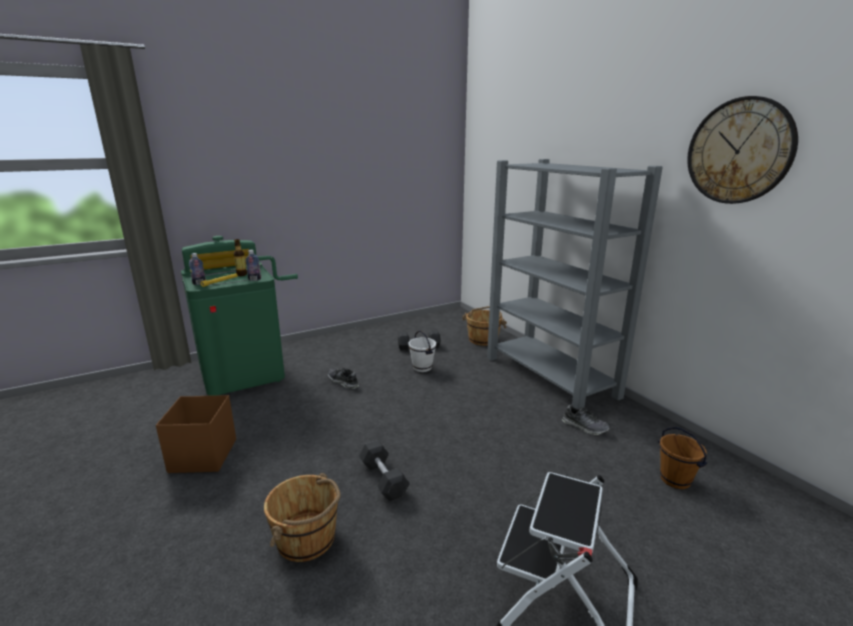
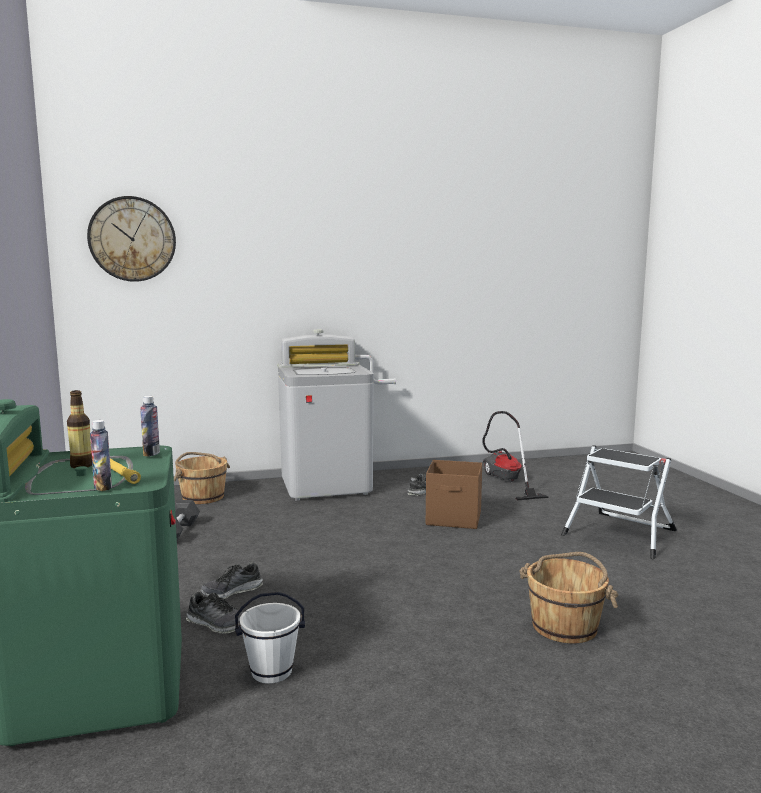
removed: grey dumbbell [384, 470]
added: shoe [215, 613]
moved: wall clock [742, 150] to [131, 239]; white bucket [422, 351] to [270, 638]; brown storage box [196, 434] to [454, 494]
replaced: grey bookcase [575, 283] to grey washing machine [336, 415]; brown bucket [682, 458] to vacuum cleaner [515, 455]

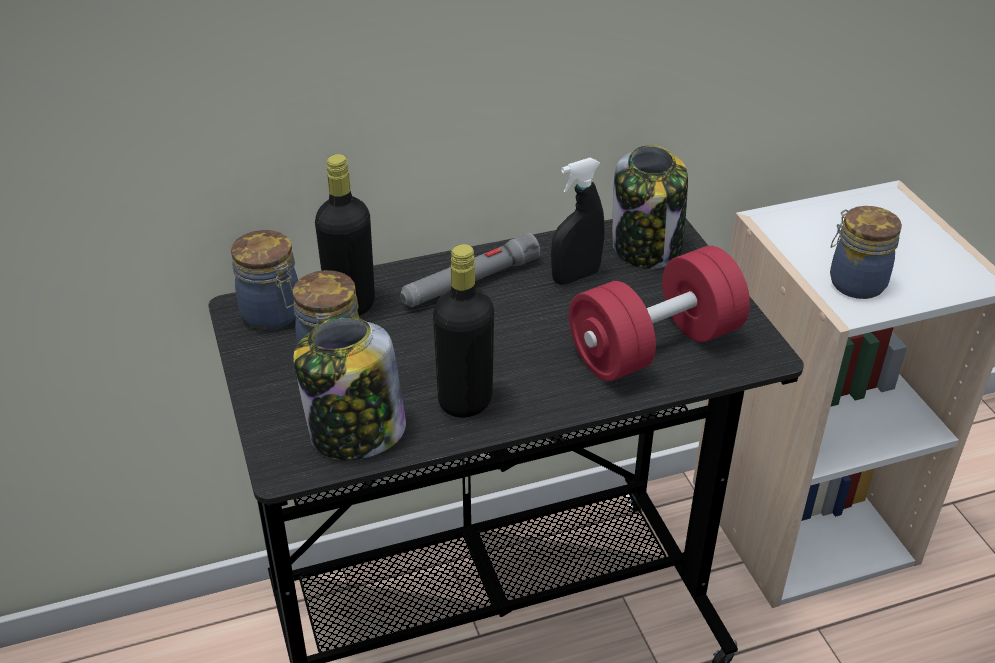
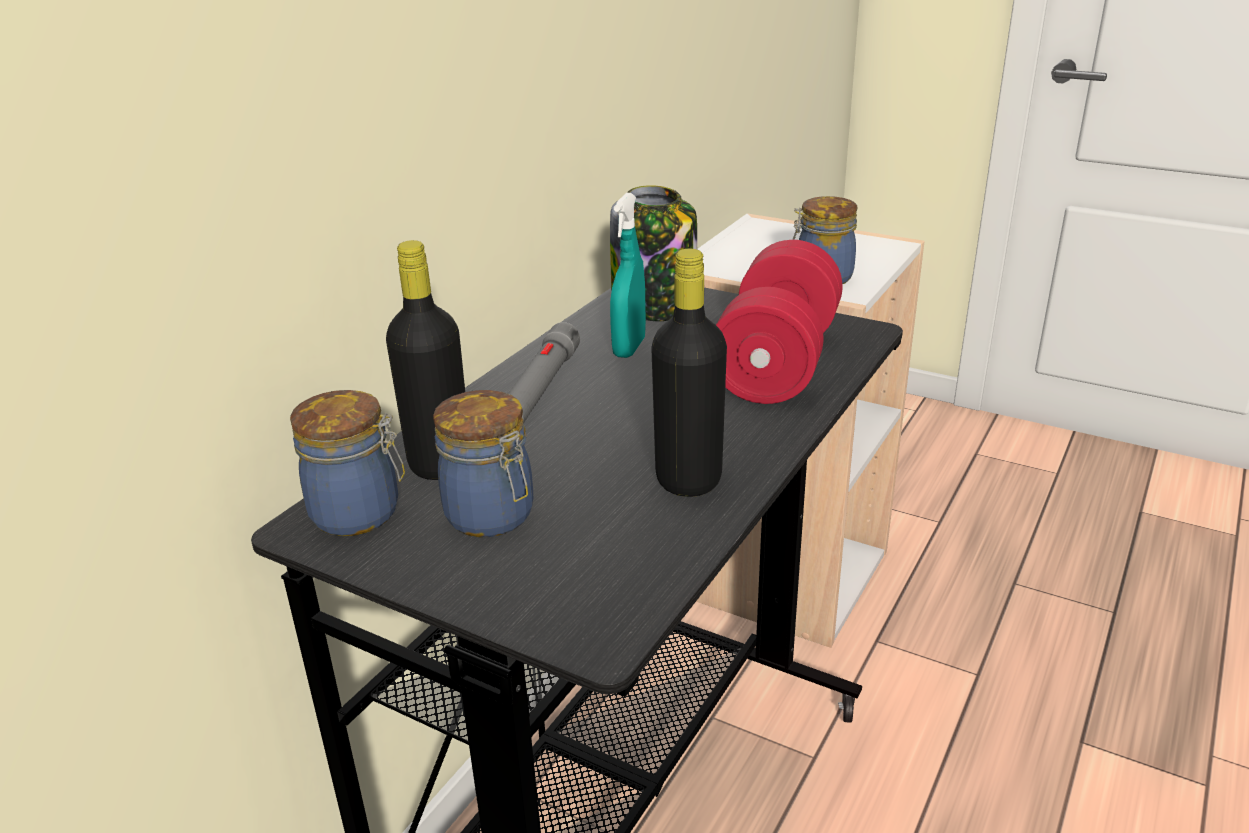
removed: jar [349, 388]
recoloured: black spray bottle [578, 221] to turquoise spray bottle [628, 275]

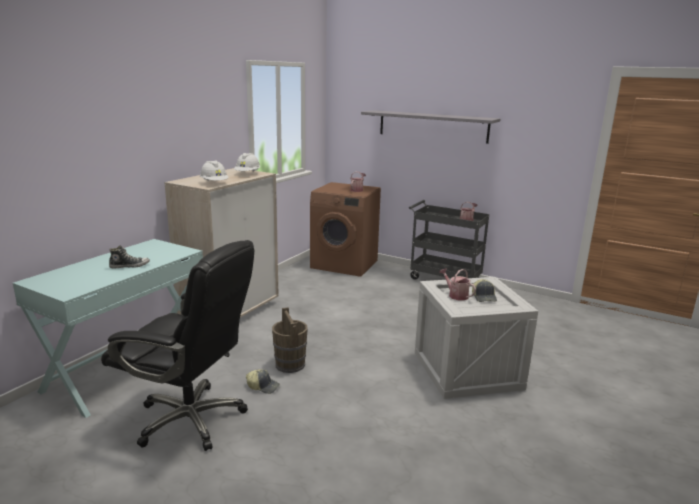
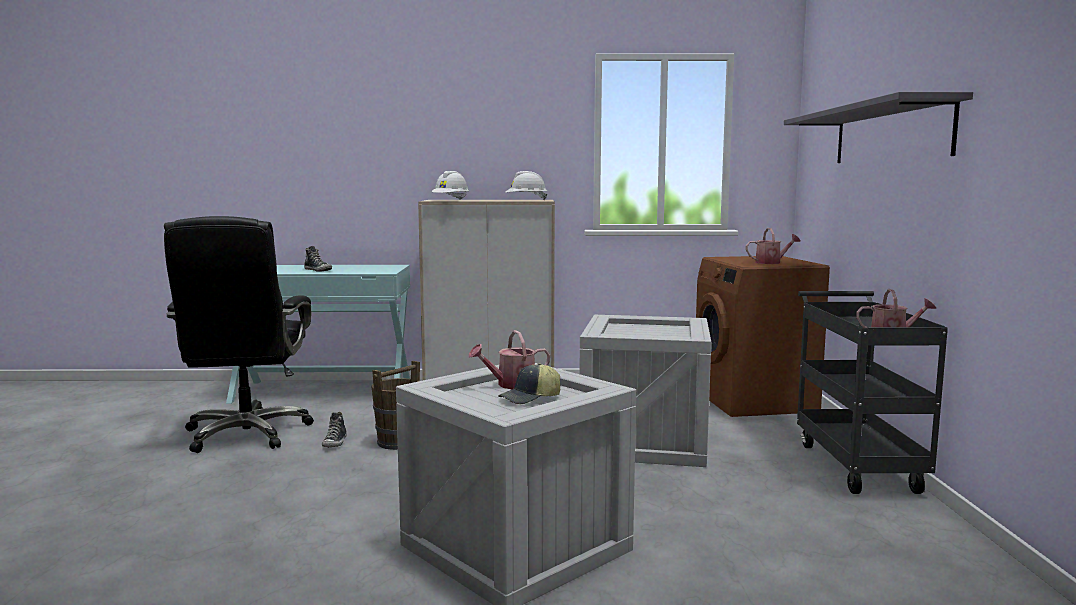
added: crate [645, 391]
replaced: cap [263, 381] to shoe [334, 430]
turned: watering can [457, 284] = [509, 359] 135 degrees counterclockwise

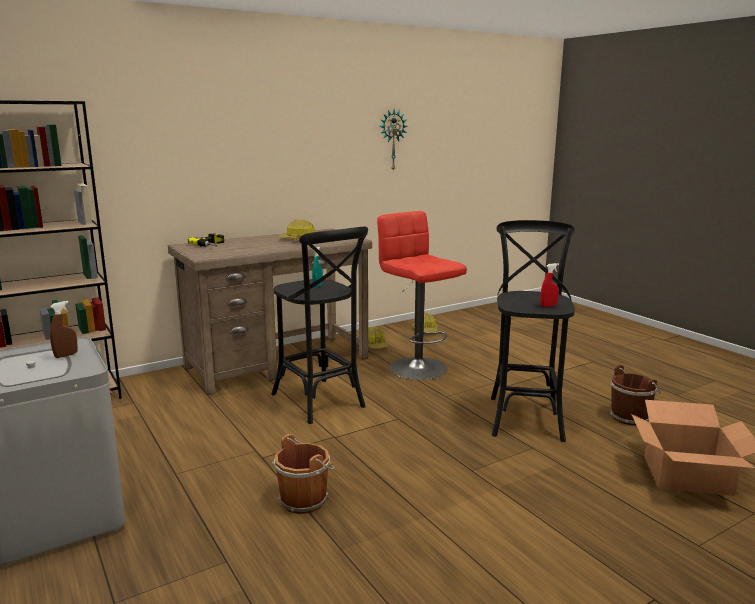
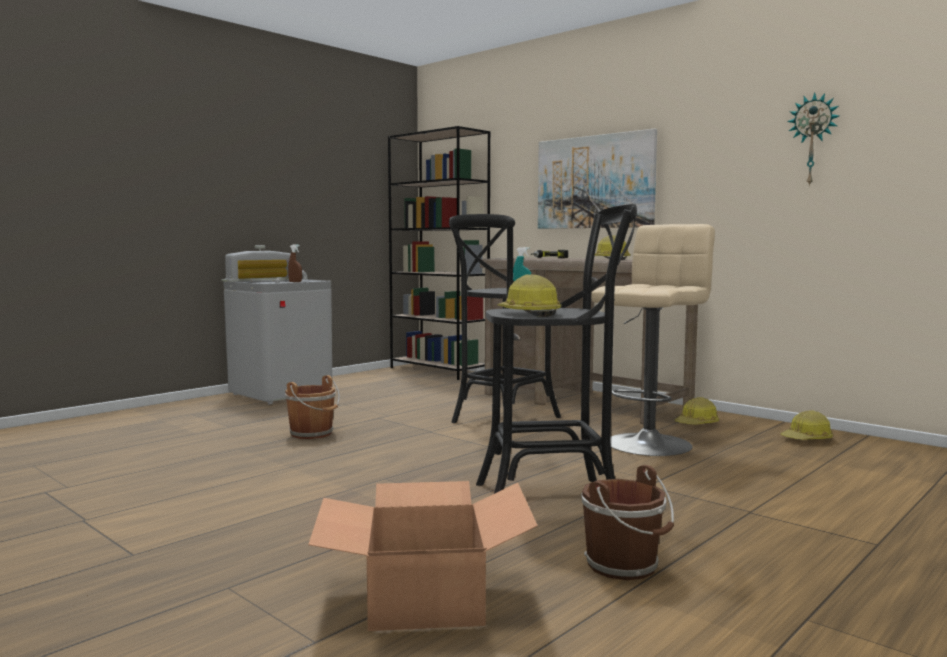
added: picture [597, 179]
replaced: red spray bottle [549, 285] to hard hat [529, 295]
recoloured: red stool [422, 295] to beige stool [653, 340]

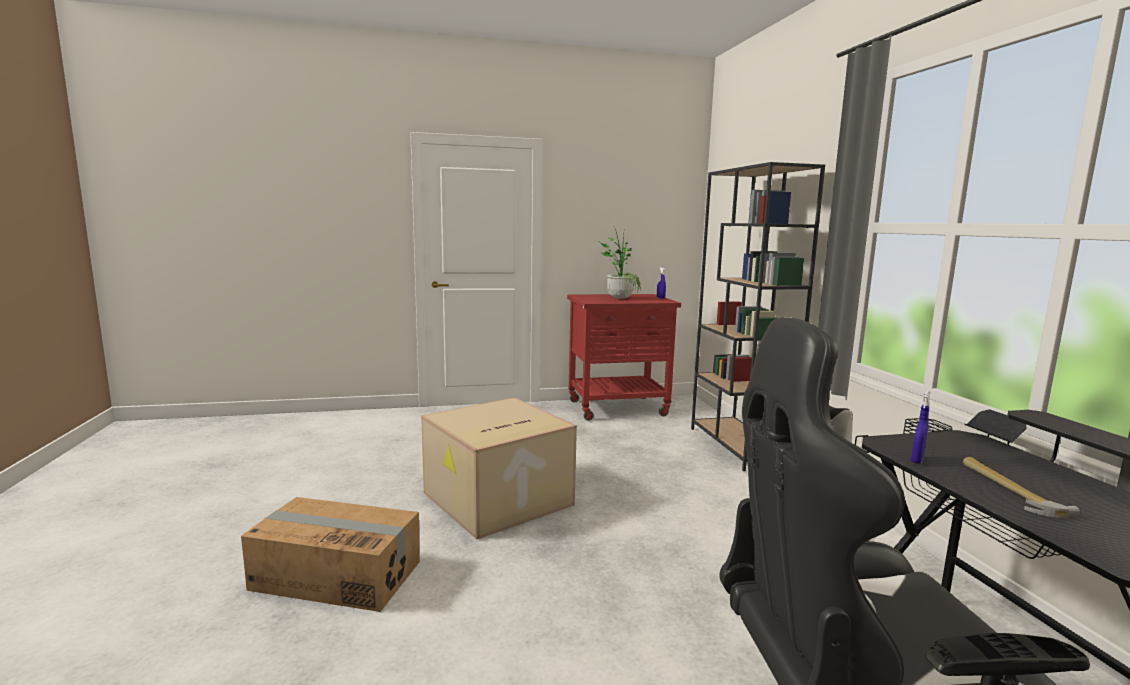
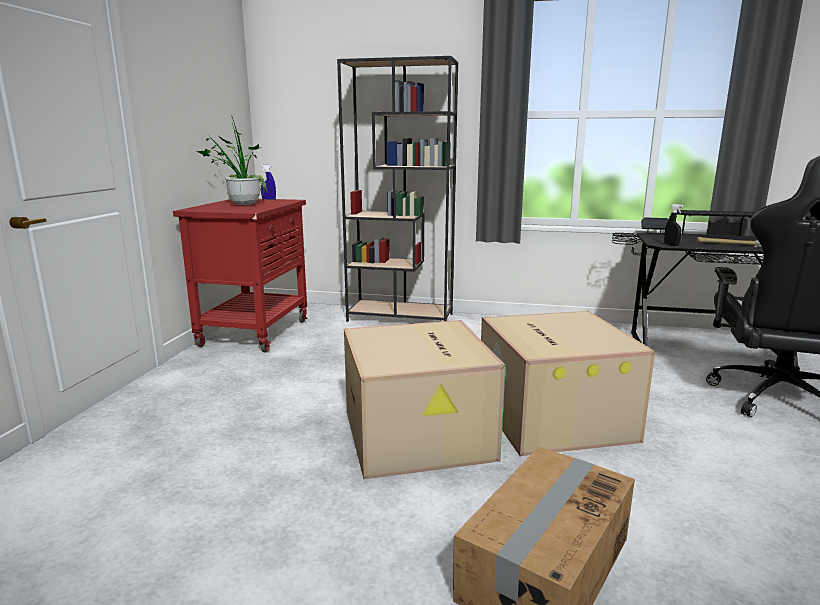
removed: blue spray bottle [920, 427]
added: black spray bottle [673, 225]; cardboard box [568, 383]

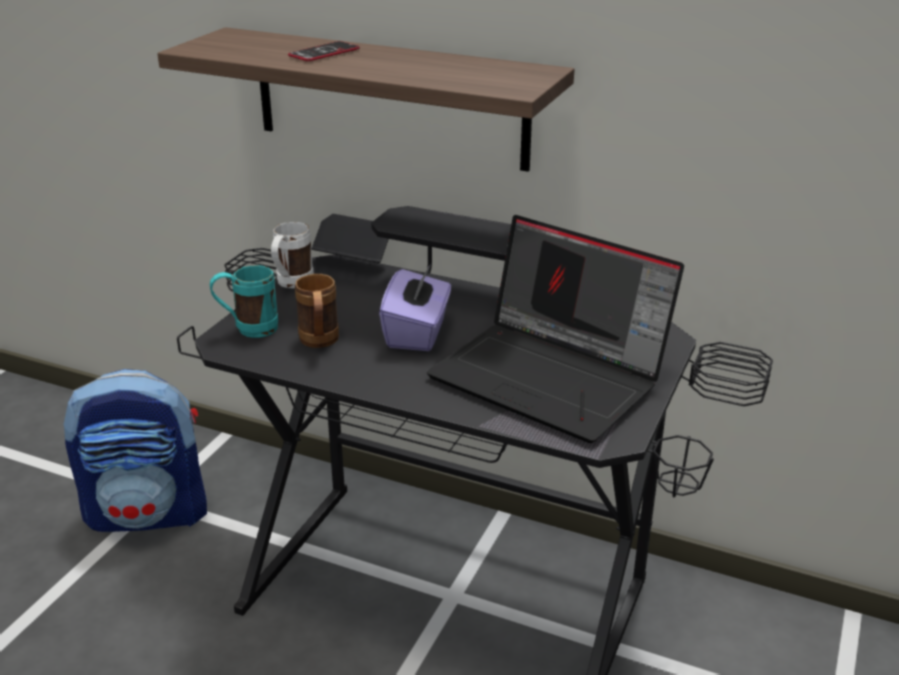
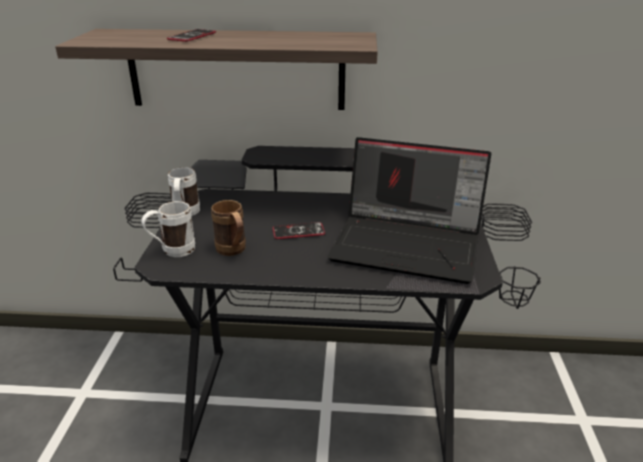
removed: backpack [135, 450]
replaced: purple tissue box [415, 307] to phone [299, 230]
recoloured: turquoise mug [244, 301] to white mug [168, 229]

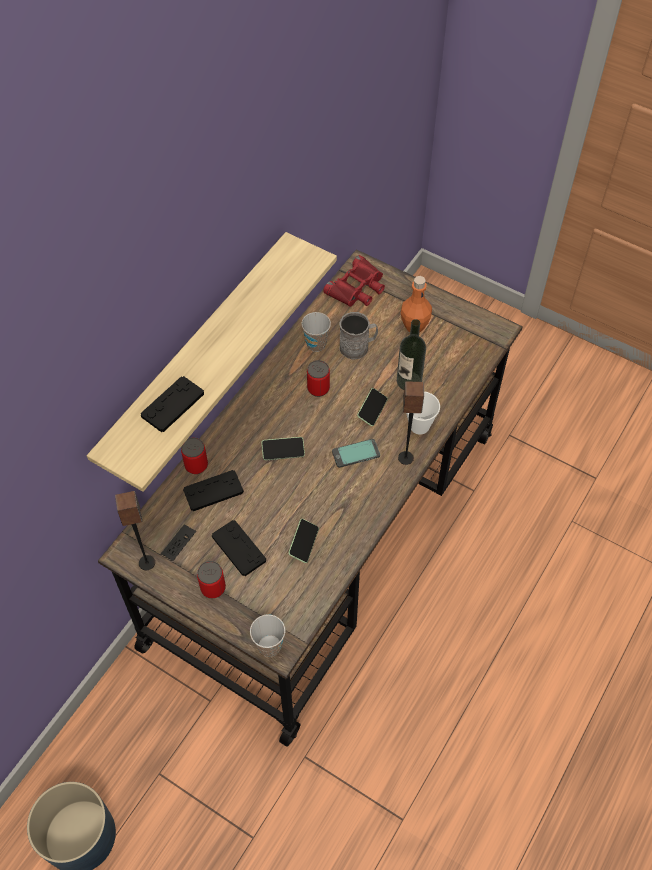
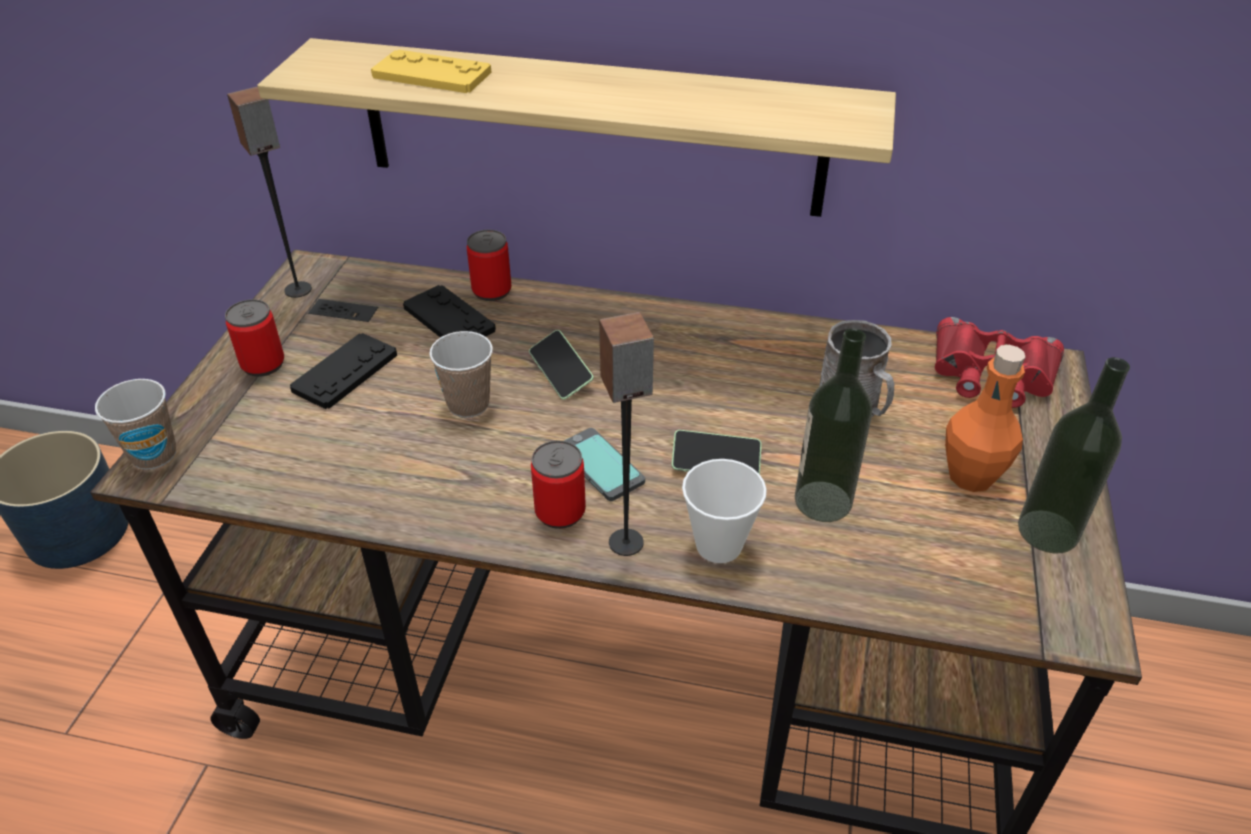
removed: phone [303, 541]
added: bottle [1074, 455]
moved: cup [316, 332] to [461, 374]; can [318, 378] to [558, 484]
recoloured: black game controller [172, 404] to yellow game controller [431, 71]

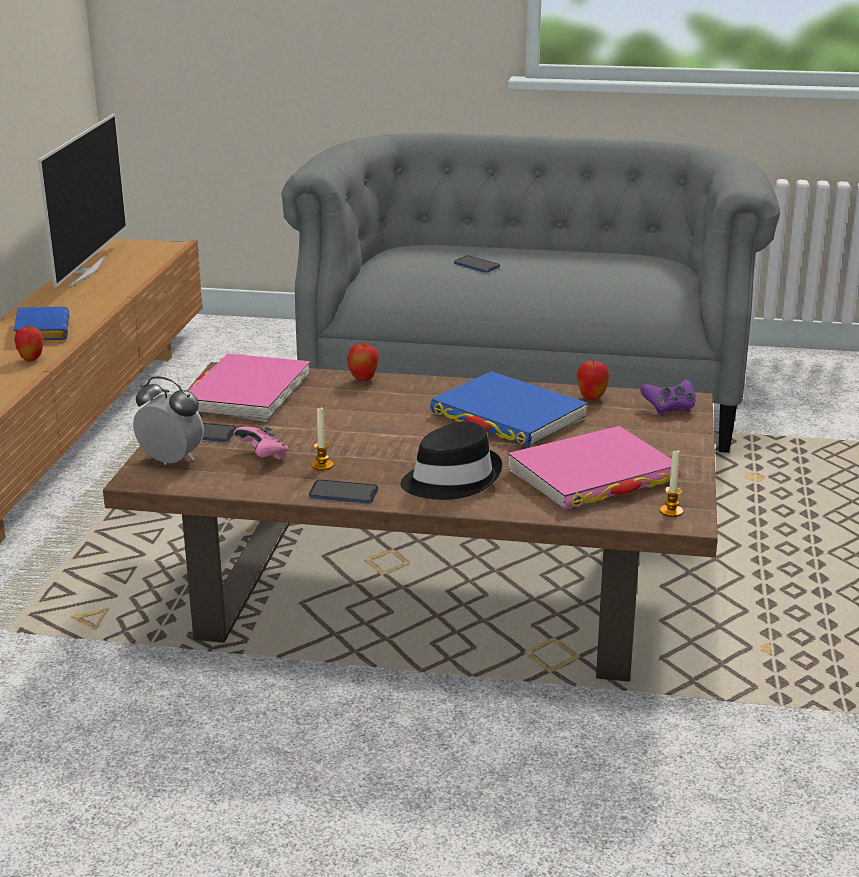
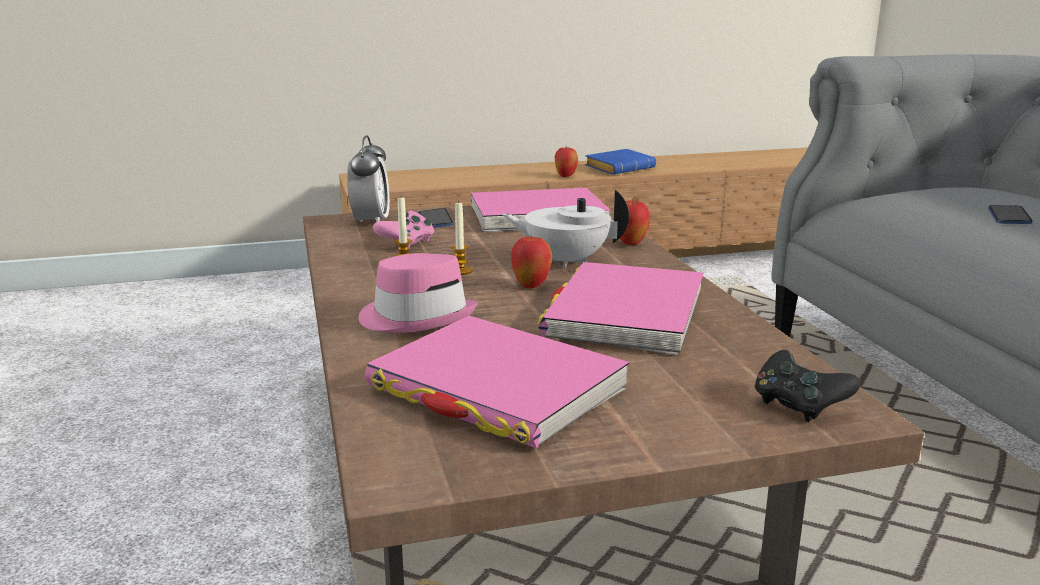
removed: television [82, 200]; phone [343, 491]
added: white teapot [565, 228]
moved: apple [593, 380] to [531, 261]; candle [671, 483] to [462, 237]
recoloured: blue book [509, 409] to pink book [621, 309]; purple game controller [668, 398] to black game controller [807, 386]; black hat [451, 460] to pink hat [418, 293]

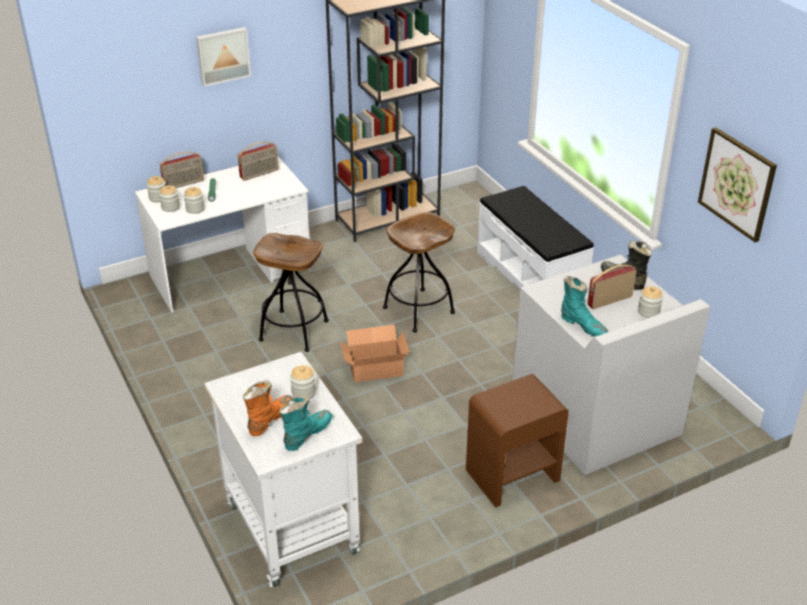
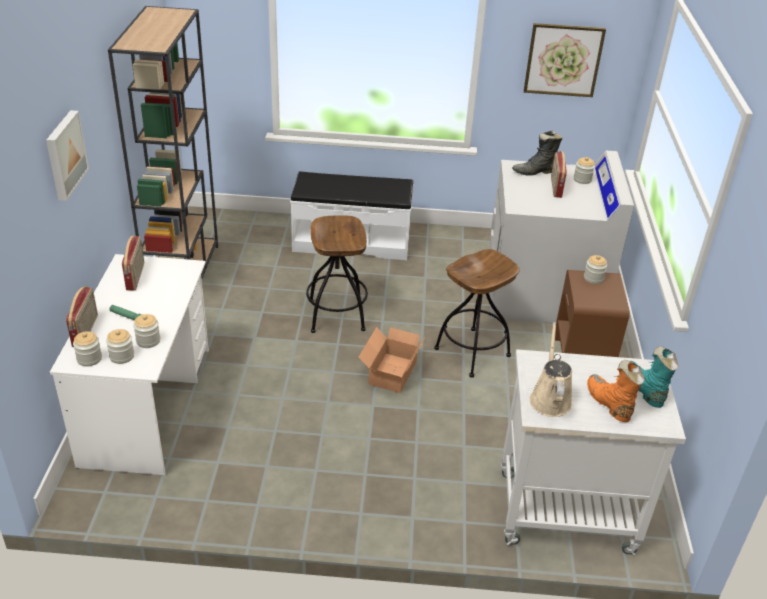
removed: turquoise boot [584, 306]
added: beige watering can [550, 369]
moved: brown stool [290, 292] to [477, 313]; jar [303, 382] to [595, 269]

